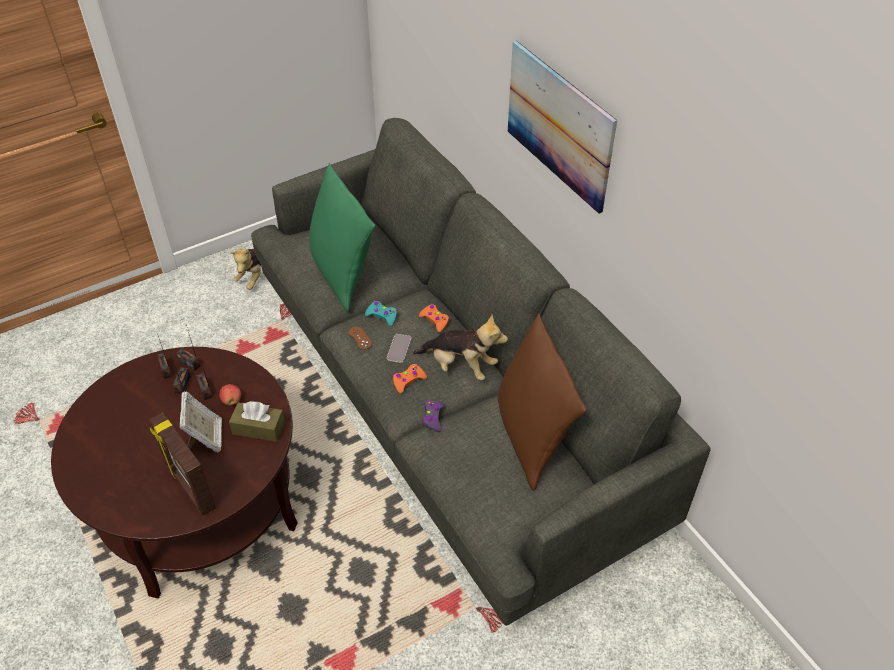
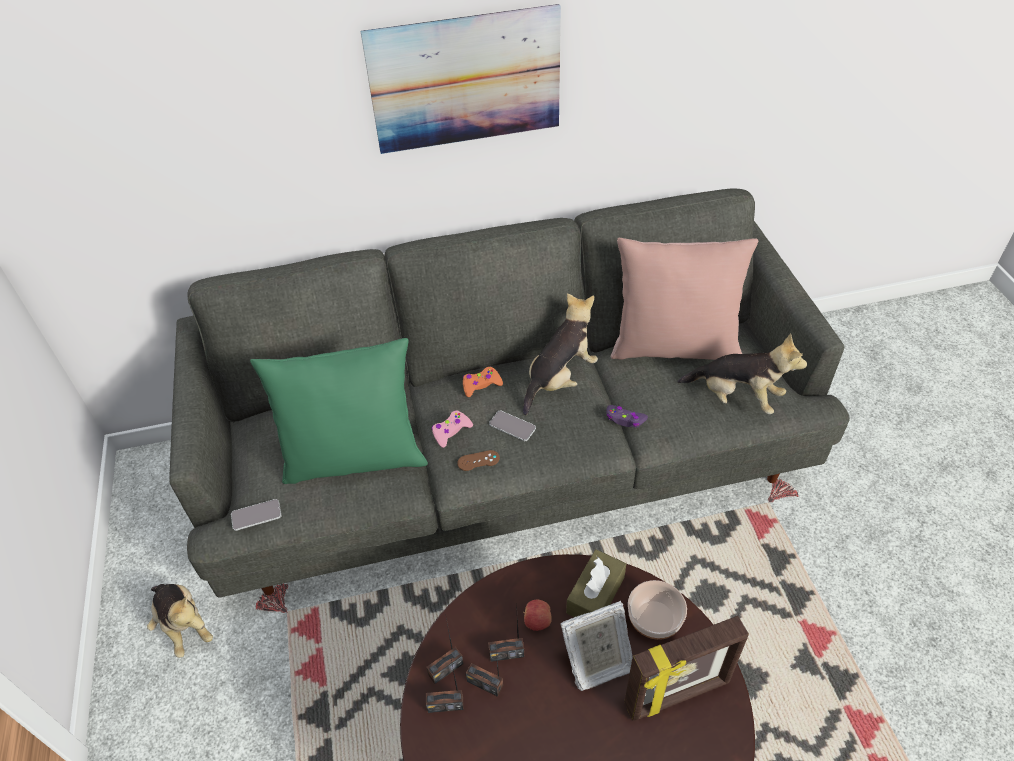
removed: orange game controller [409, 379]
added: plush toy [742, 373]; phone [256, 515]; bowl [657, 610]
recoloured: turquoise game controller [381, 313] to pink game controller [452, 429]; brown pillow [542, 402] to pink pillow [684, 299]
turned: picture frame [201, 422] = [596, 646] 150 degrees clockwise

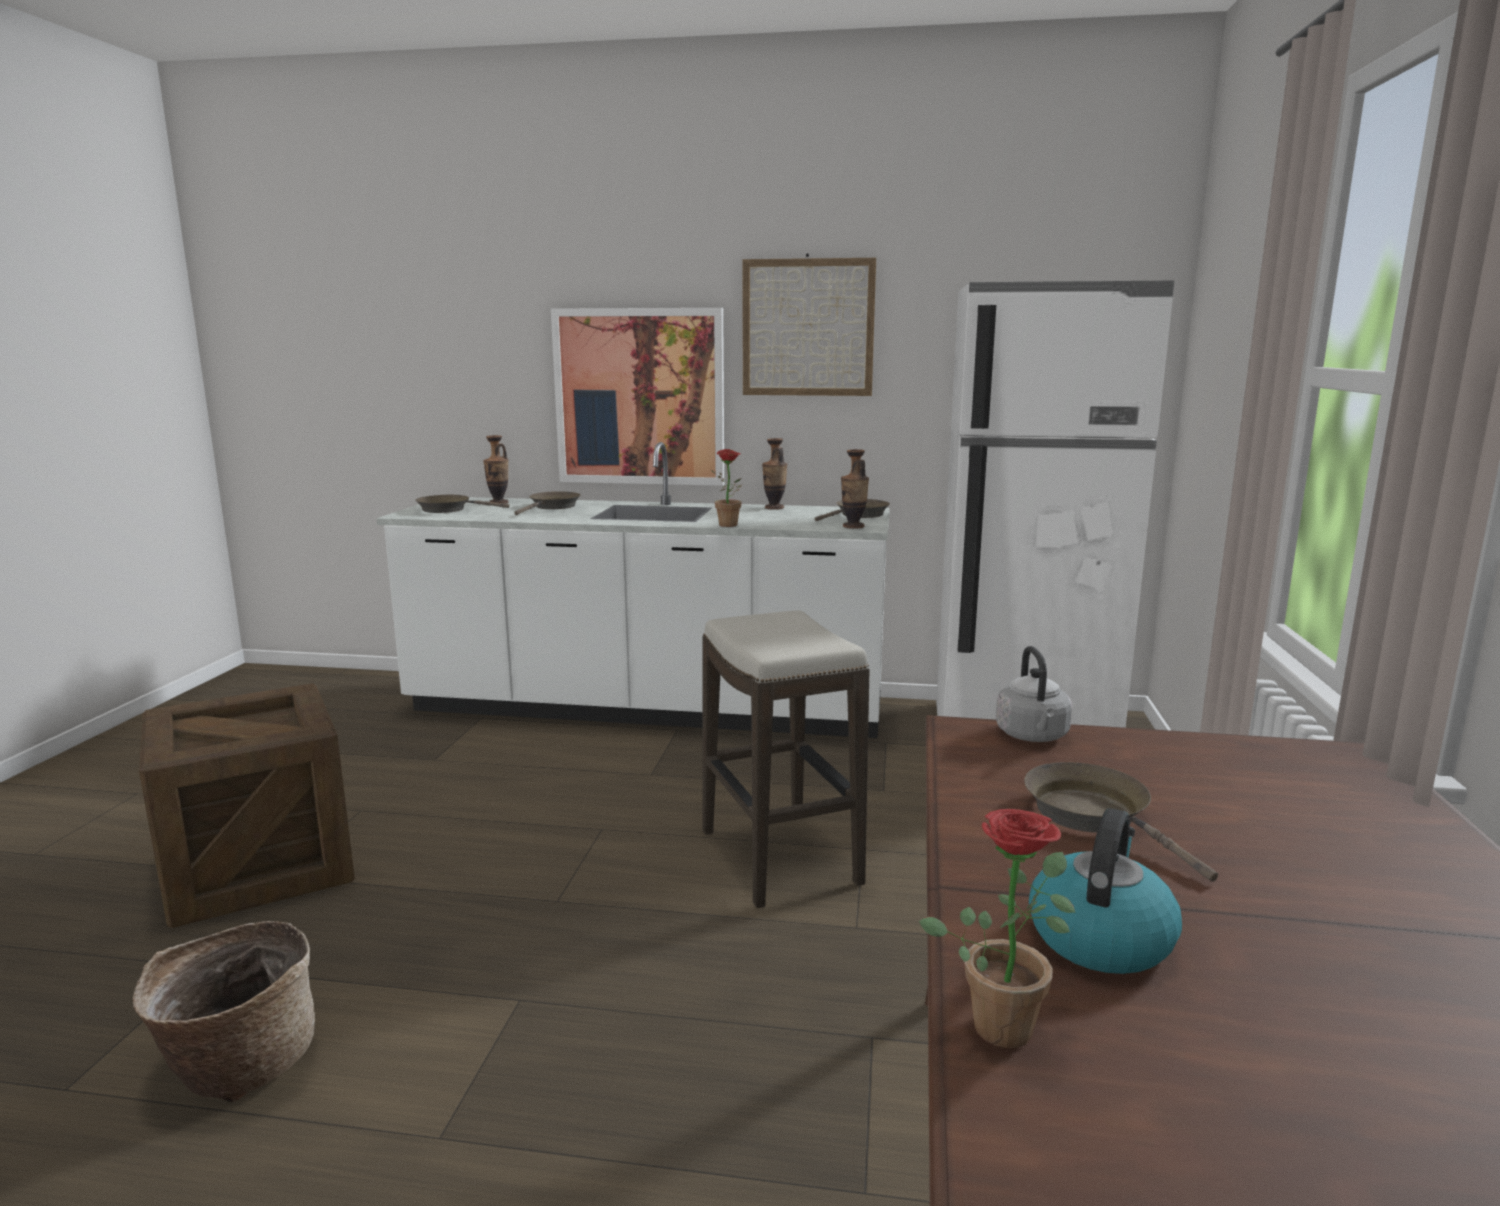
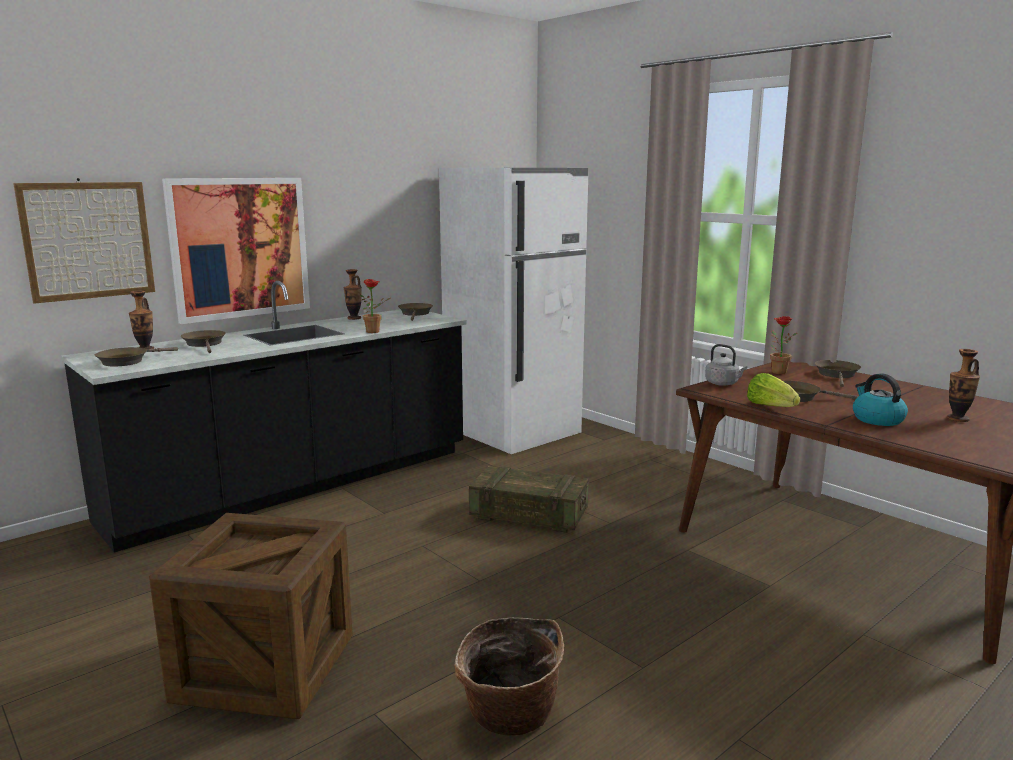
added: brown frying pan [838, 373]; lettuce [773, 390]
moved: picture [809, 324] to [84, 241]; vase [855, 489] to [963, 385]; potted plant [997, 928] to [783, 345]
replaced: stool [786, 759] to crate [529, 499]
recoloured: white counter [633, 590] to black counter [263, 417]

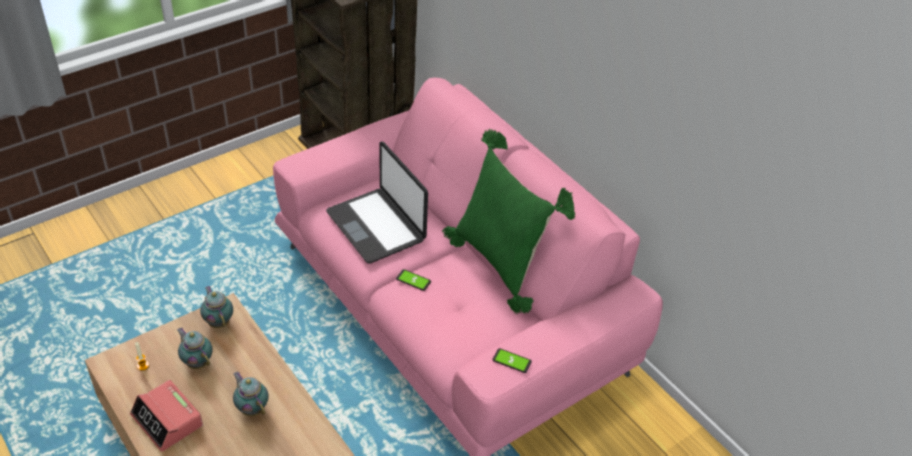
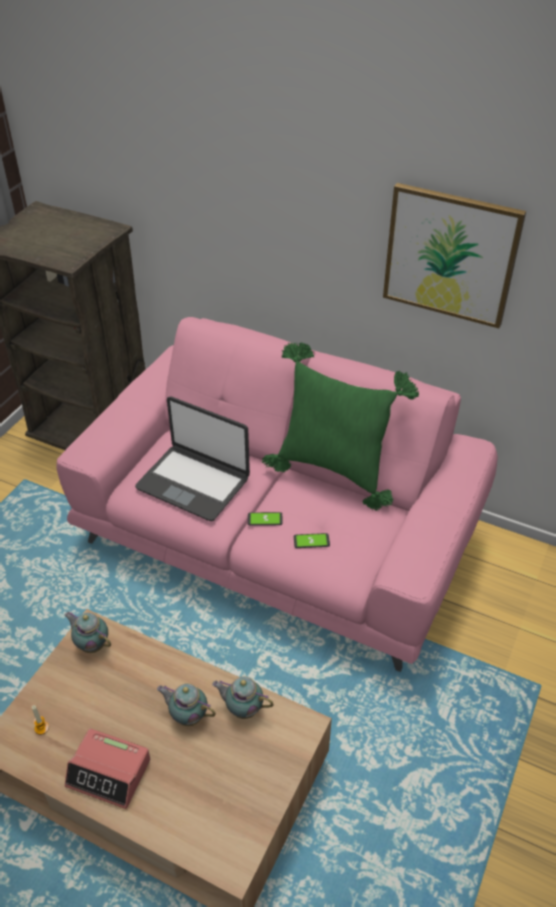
added: picture [454, 255]
moved: teapot [195, 348] to [243, 698]; phone [512, 360] to [312, 540]

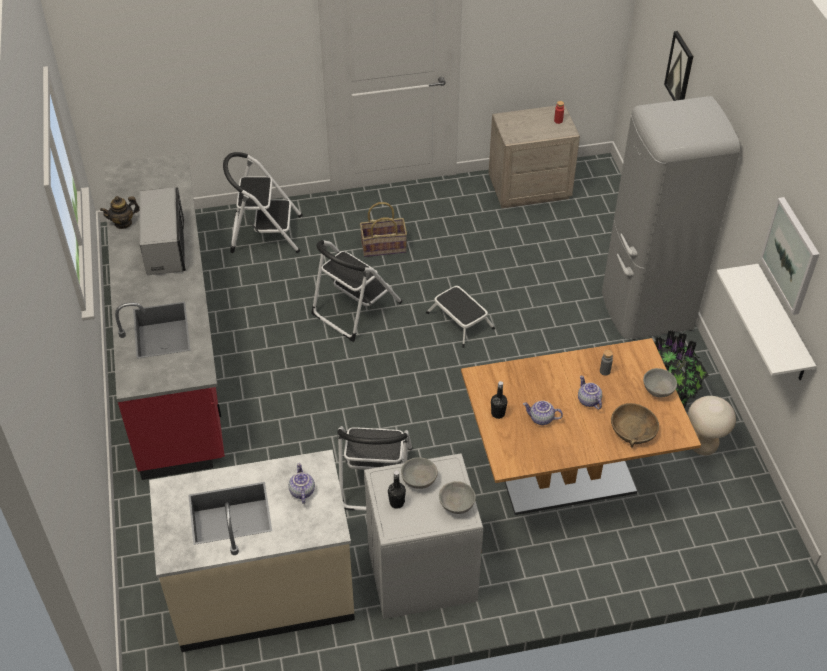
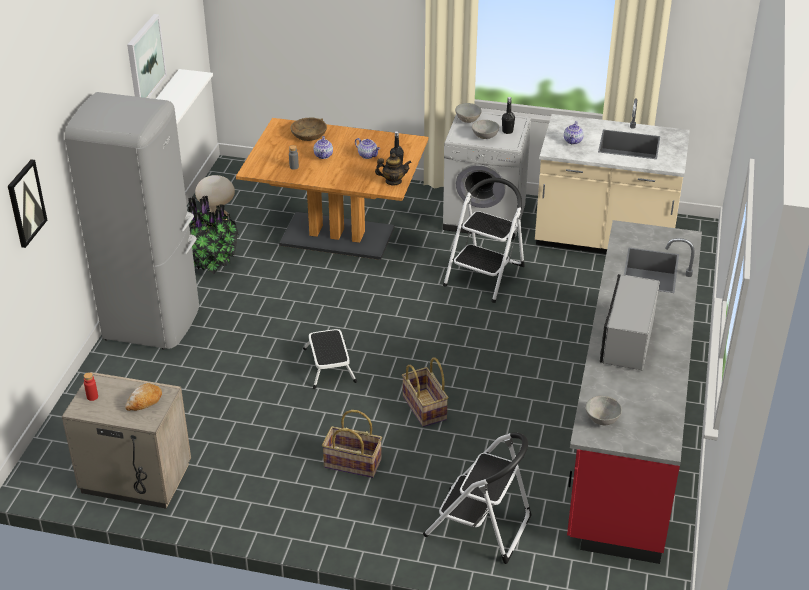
added: bread [143, 397]
moved: teapot [119, 212] to [393, 169]; grey bowl [660, 382] to [603, 410]
replaced: step ladder [356, 291] to basket [425, 392]

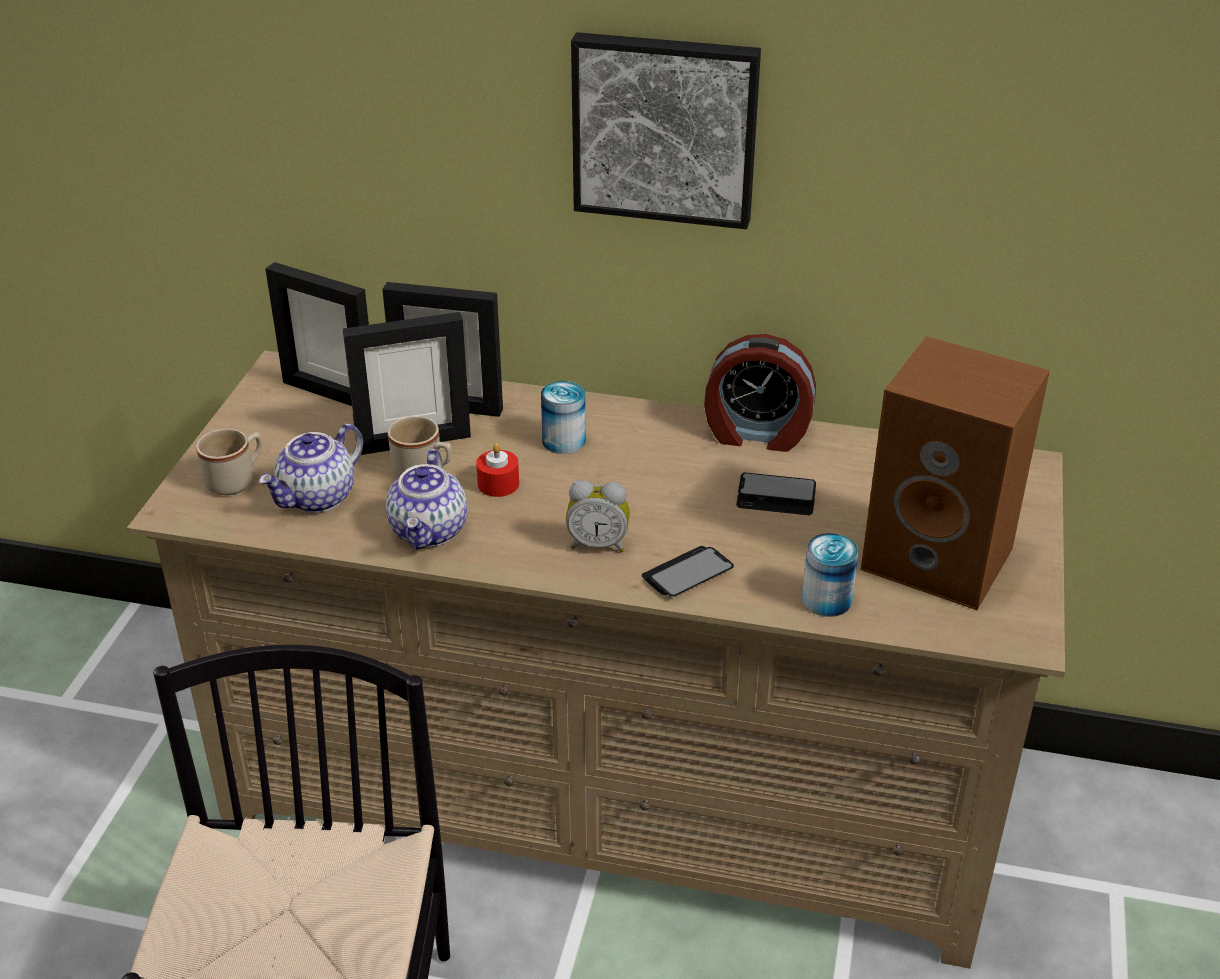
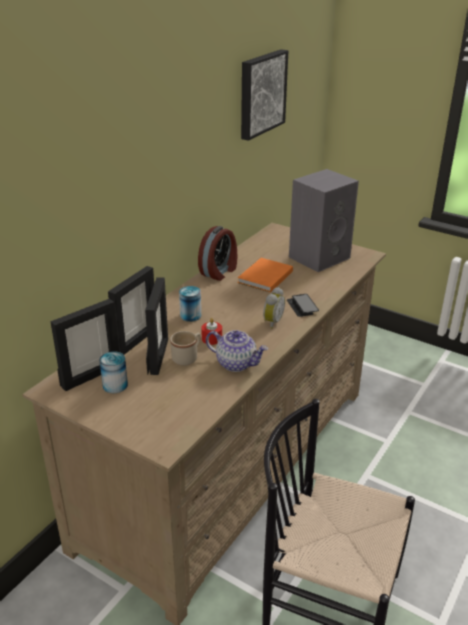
removed: teapot [310, 468]; beige mug [229, 462]
moved: picture [666, 130] to [264, 95]; can [830, 575] to [113, 372]
replaced: phone [776, 493] to orange book [265, 275]
recoloured: brown speaker [955, 473] to grey speaker [324, 220]

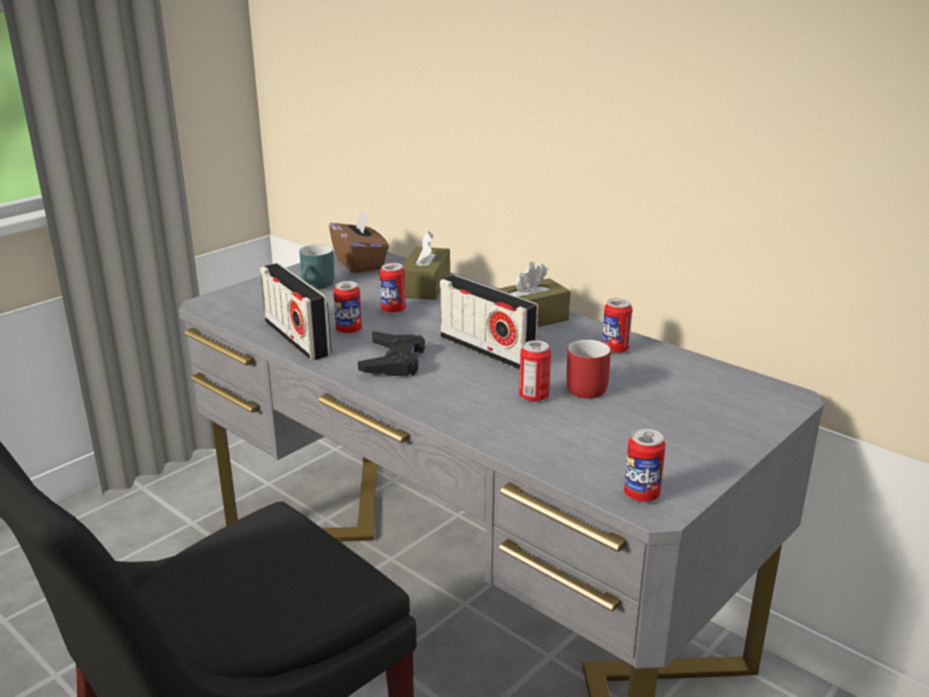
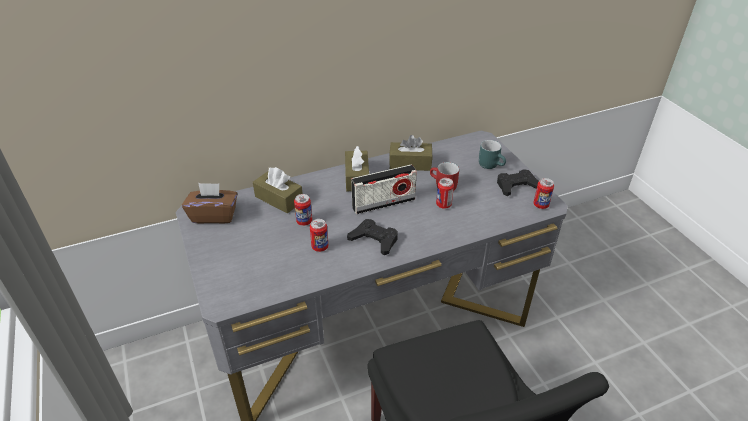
removed: radio [295, 311]
added: black game controller [518, 182]
moved: turquoise mug [316, 266] to [492, 154]
replaced: can [617, 326] to brown tissue box [410, 153]

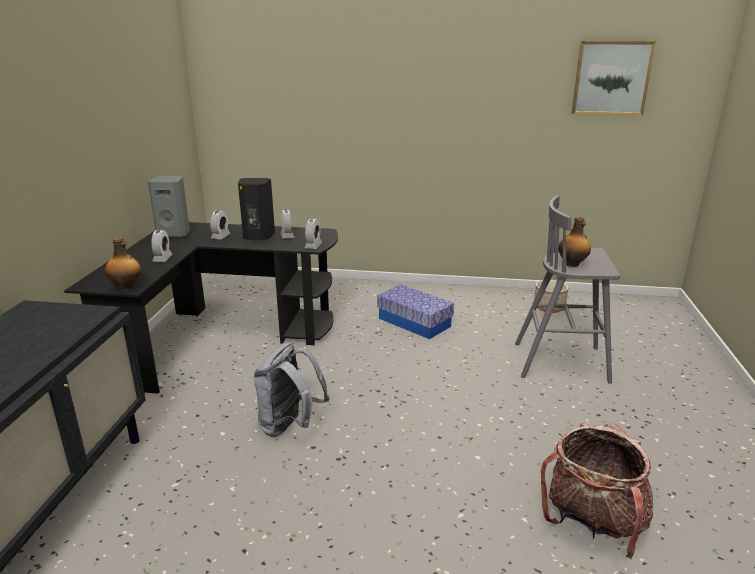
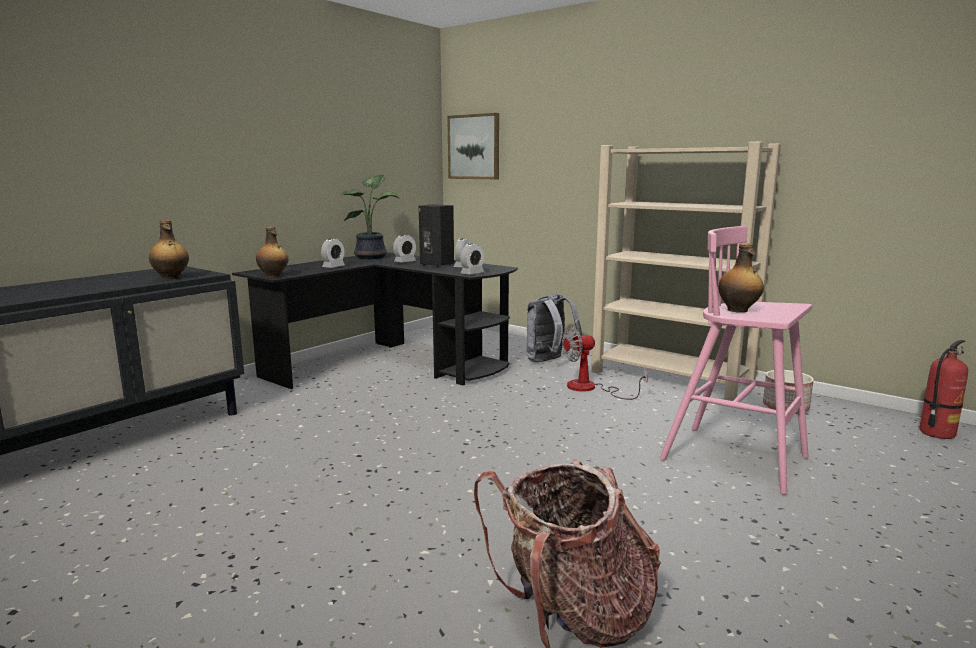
added: beige bookcase [686, 271]; bottle [169, 250]; fire extinguisher [943, 389]
moved: picture [614, 78] to [473, 146]; grey backpack [291, 389] to [554, 328]
replaced: grey speaker [169, 206] to potted plant [370, 216]; storage box [415, 312] to fan [605, 363]
recoloured: grey stool [567, 290] to pink stool [735, 360]

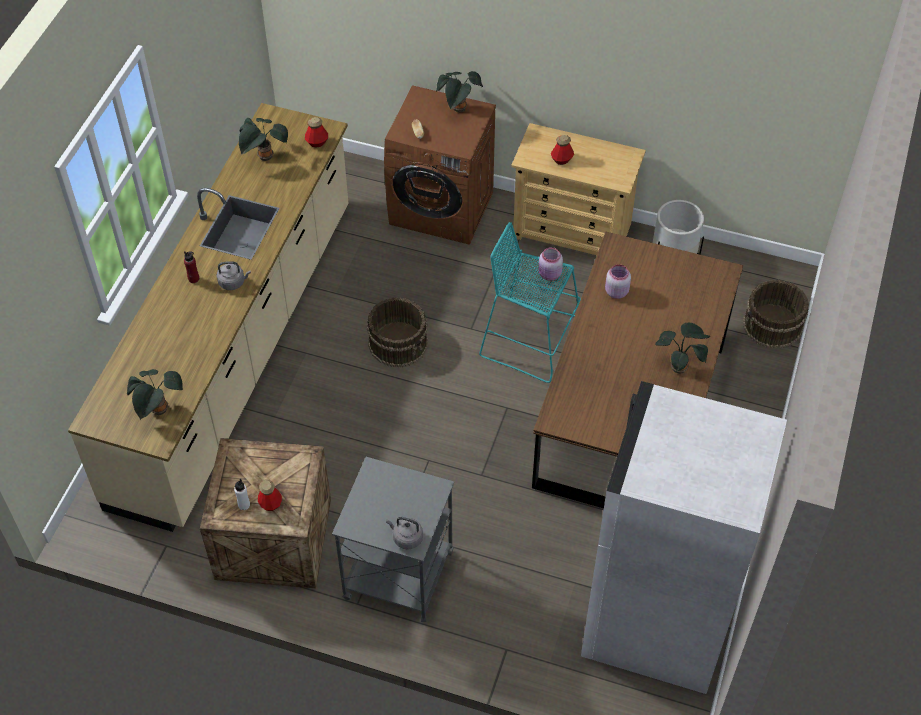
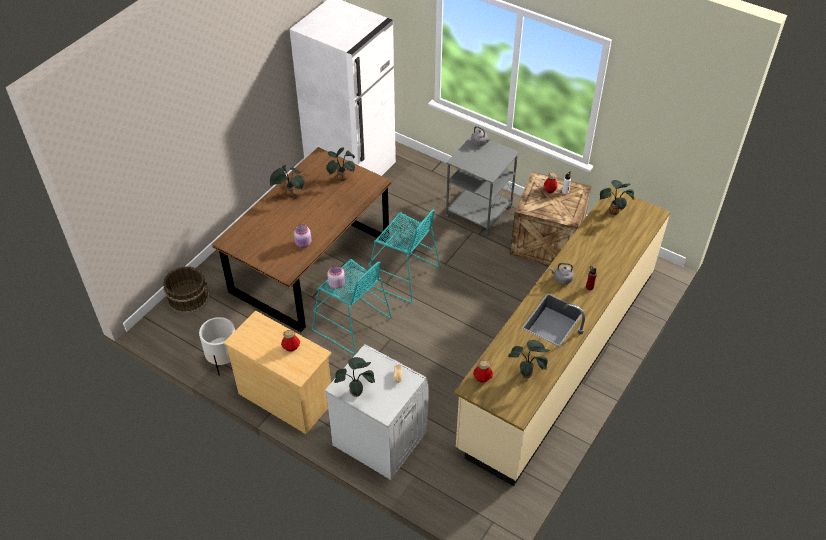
removed: brown bucket [397, 332]
added: potted plant [340, 164]; turquoise stool [404, 256]
recoloured: brown washing machine [440, 165] to white washing machine [377, 412]

